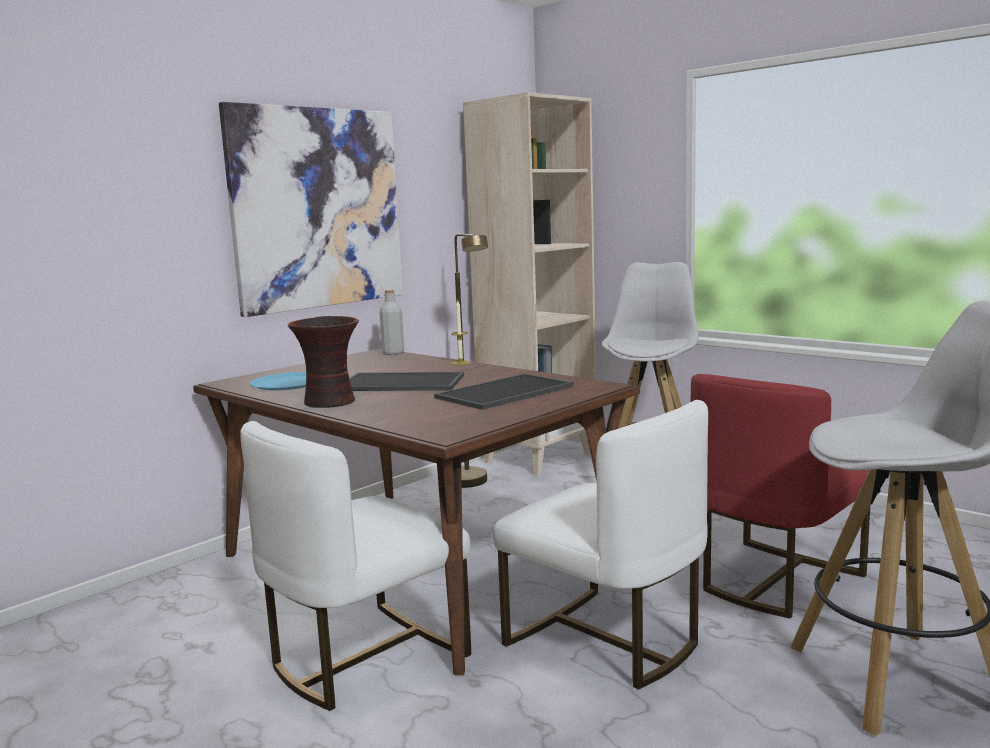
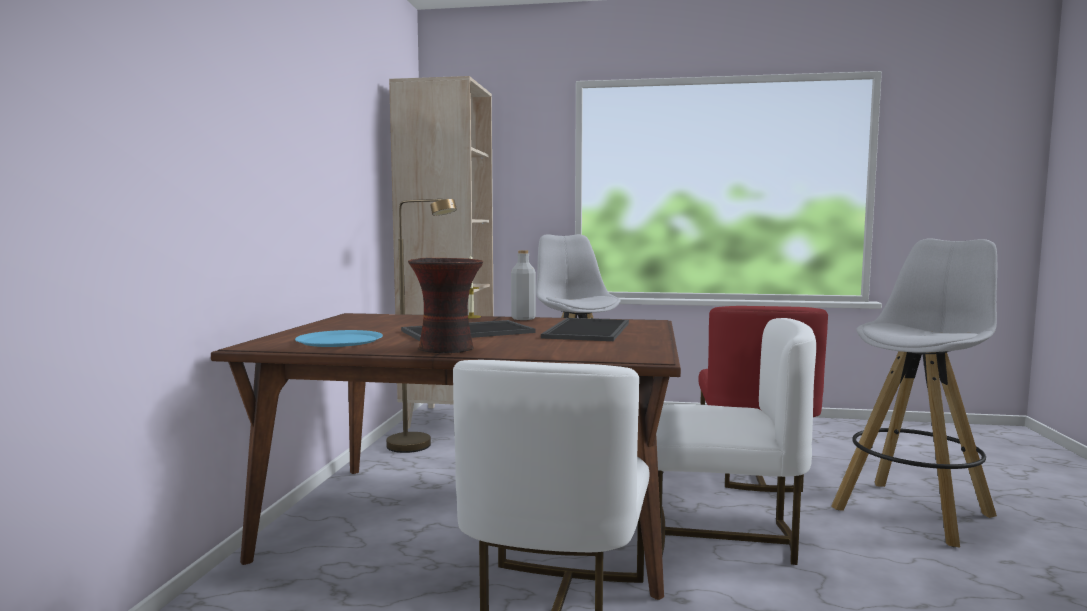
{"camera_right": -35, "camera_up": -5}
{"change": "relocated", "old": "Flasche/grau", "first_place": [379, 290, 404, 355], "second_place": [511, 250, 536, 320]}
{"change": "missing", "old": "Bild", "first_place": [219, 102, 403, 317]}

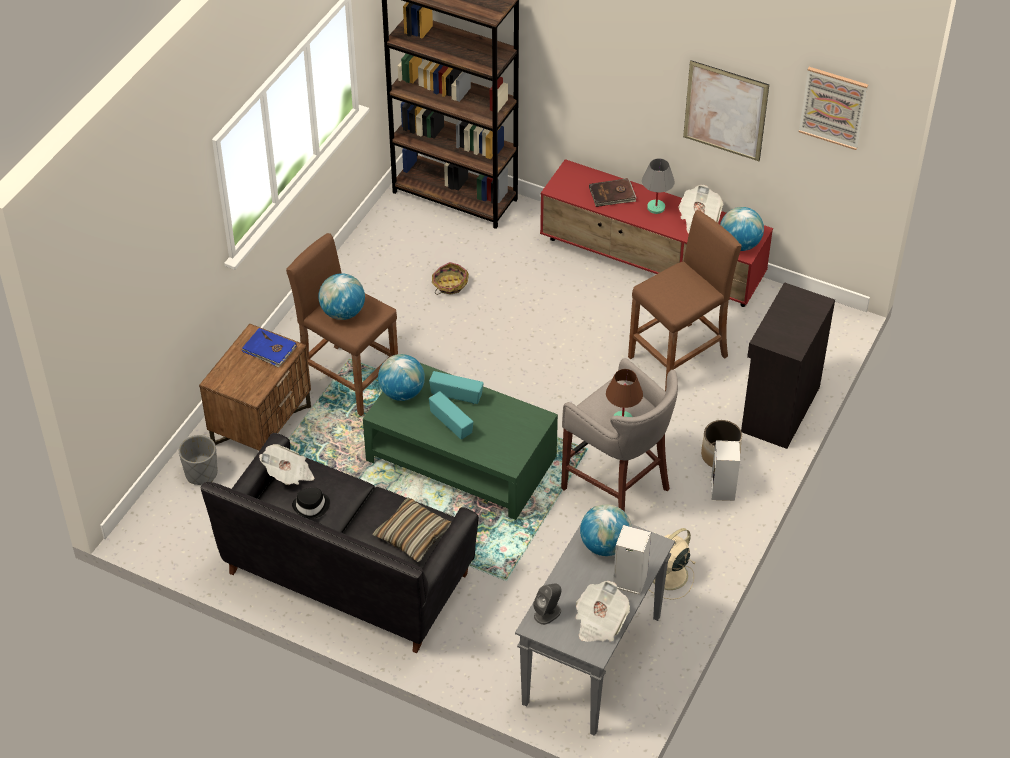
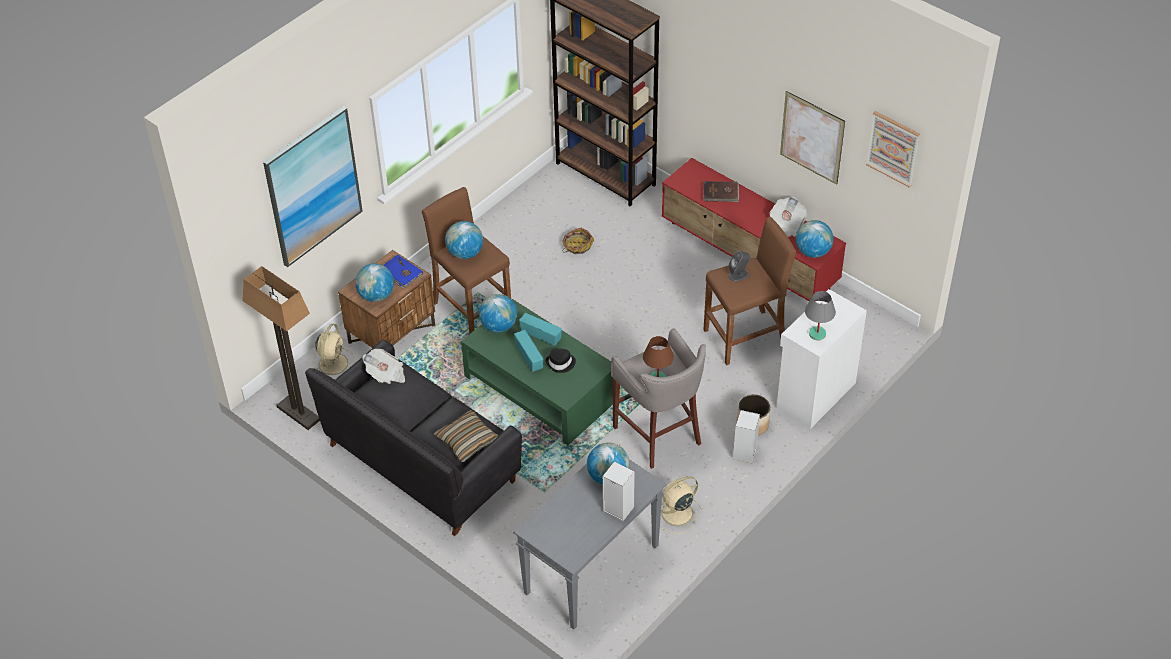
{"camera_right": 15, "camera_up": 0}
{"change": "appeared", "new": "Stehlampe", "second_place": [243, 266, 320, 430]}
{"change": "appeared", "new": "Bild", "second_place": [263, 106, 363, 267]}
{"change": "exchanged", "old": "Pflanzkübel/grau", "new": "Ventilator/beige", "first_place": [179, 435, 218, 485], "second_place": [313, 324, 355, 380]}
{"change": "appeared", "new": "Globus", "second_place": [355, 263, 394, 302]}
{"change": "relocated", "old": "Hut/schwarz", "first_place": [292, 487, 330, 519], "second_place": [545, 349, 576, 373]}
{"change": "relocated", "old": "Lautsprecher/grau", "first_place": [533, 583, 562, 625], "second_place": [728, 251, 750, 282]}
{"change": "colour", "old": "Schrank/schwarz", "new": "Schrank/weiß", "first_place": [741, 282, 835, 449], "second_place": [777, 289, 867, 429]}
{"change": "relocated", "old": "Tischlampe/grau", "first_place": [642, 158, 675, 214], "second_place": [805, 291, 836, 340]}
{"change": "missing", "old": "Zeitung", "first_place": [575, 581, 630, 642]}

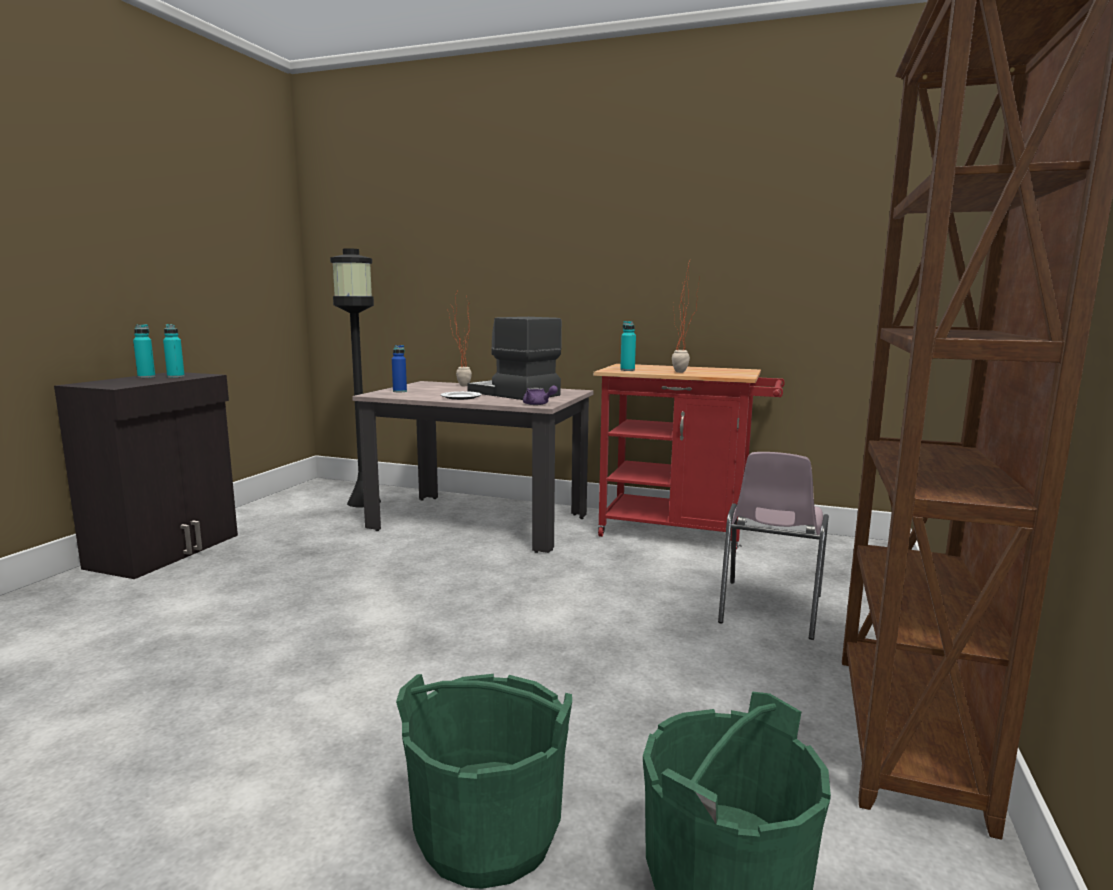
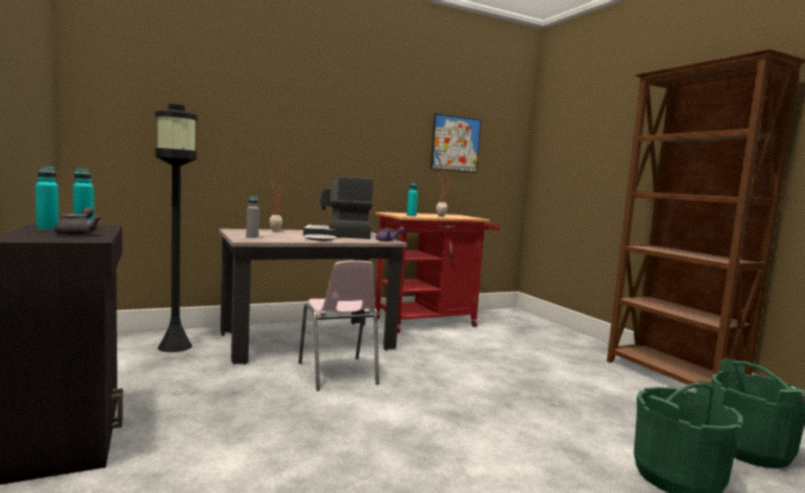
{"camera_right": -45, "camera_up": -5}
{"change": "appeared", "new": "Teekanne/grau", "second_place": [55, 207, 102, 236]}
{"change": "colour", "old": "Flasche/blau", "new": "Flasche/grau", "first_place": [392, 345, 407, 393], "second_place": [246, 196, 259, 238]}
{"change": "relocated", "old": "Stuhl/rosa", "first_place": [718, 452, 829, 640], "second_place": [298, 260, 379, 391]}
{"change": "appeared", "new": "Bild", "second_place": [431, 114, 481, 173]}

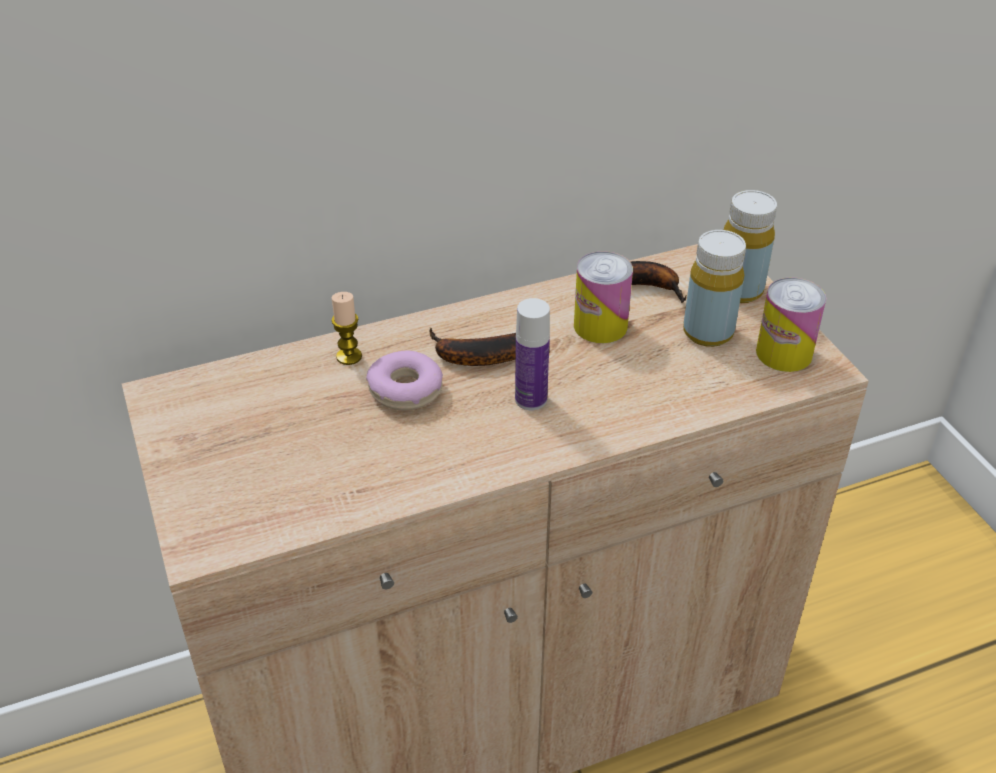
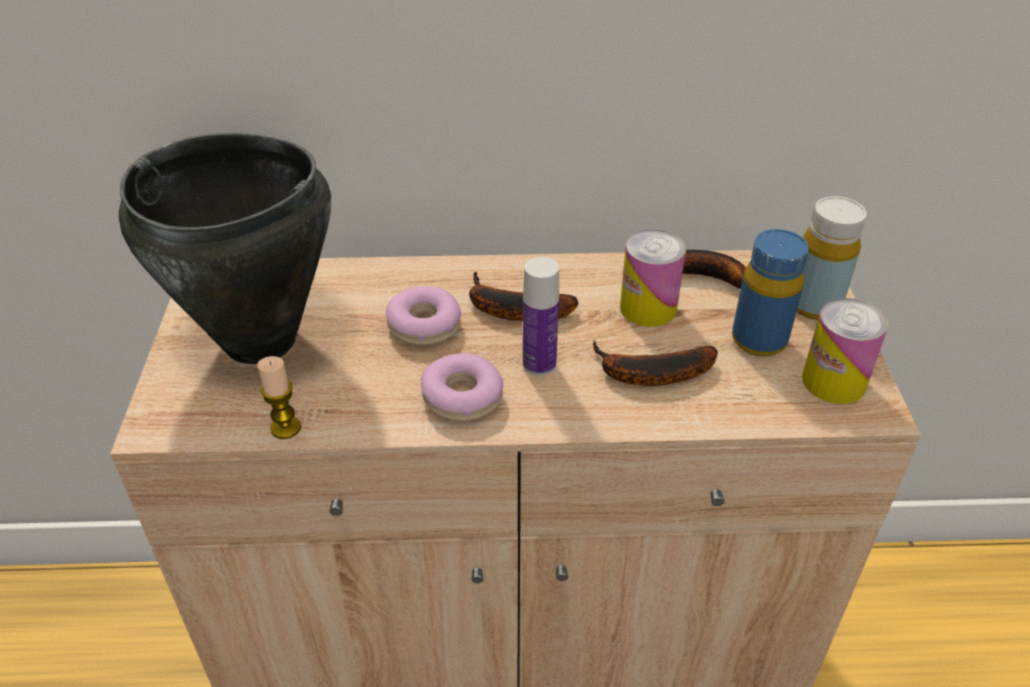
{"camera_right": 20, "camera_up": 0}
{"change": "appeared", "new": "Kochtopf/schwarz", "second_place": [119, 133, 331, 364]}
{"change": "relocated", "old": "Kerze", "first_place": [331, 292, 362, 365], "second_place": [257, 356, 301, 439]}
{"change": "appeared", "new": "Donut", "second_place": [420, 353, 503, 421]}
{"change": "appeared", "new": "Banane", "second_place": [593, 340, 718, 386]}
{"change": "colour", "old": "Flasche/gelb", "new": "Flasche/blau", "first_place": [683, 230, 746, 347], "second_place": [732, 229, 809, 357]}

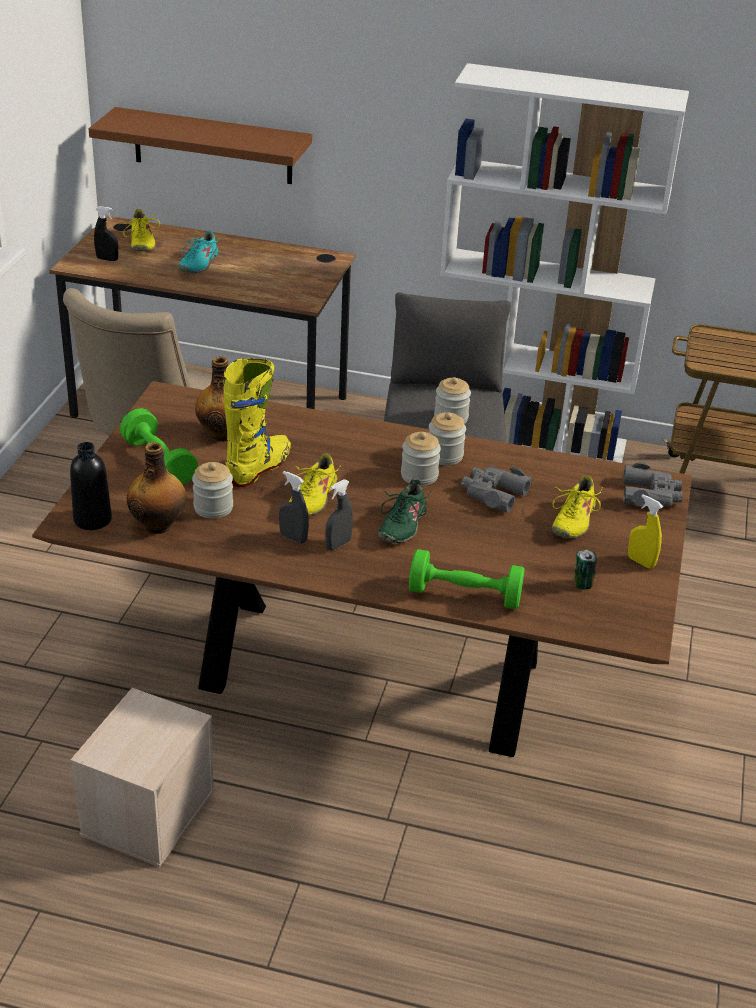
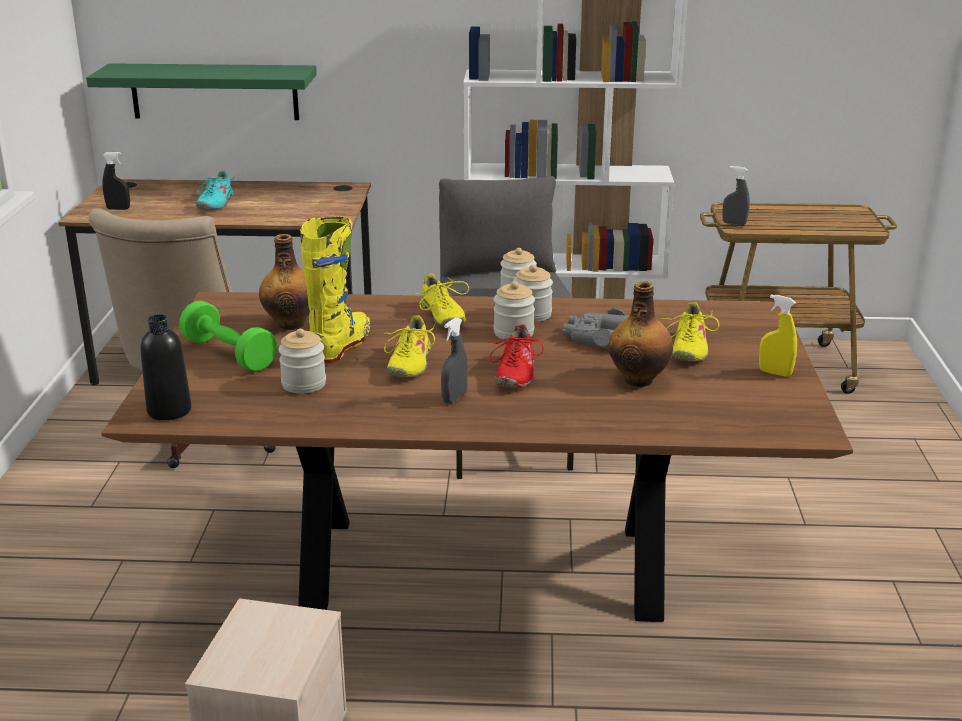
{"camera_right": -10, "camera_up": -10}
{"change": "colour", "old": "Wandregal/braun", "new": "Wandregal/grün", "first_place": [89, 107, 312, 184], "second_place": [86, 63, 317, 120]}
{"change": "relocated", "old": "Schuh/gelb", "first_place": [120, 209, 160, 251], "second_place": [409, 273, 469, 327]}
{"change": "colour", "old": "Schuh/grün", "new": "Schuh/rot", "first_place": [378, 478, 432, 543], "second_place": [488, 324, 544, 388]}
{"change": "relocated", "old": "Flasche", "first_place": [127, 442, 186, 534], "second_place": [609, 281, 673, 387]}
{"change": "relocated", "old": "Sprühflasche/grau", "first_place": [279, 471, 309, 544], "second_place": [722, 166, 750, 225]}
{"change": "missing", "old": "Hantel/grün", "first_place": [409, 549, 525, 609]}
{"change": "missing", "old": "Dose", "first_place": [574, 550, 597, 589]}
{"change": "missing", "old": "Fernglas/grau", "first_place": [623, 462, 683, 507]}

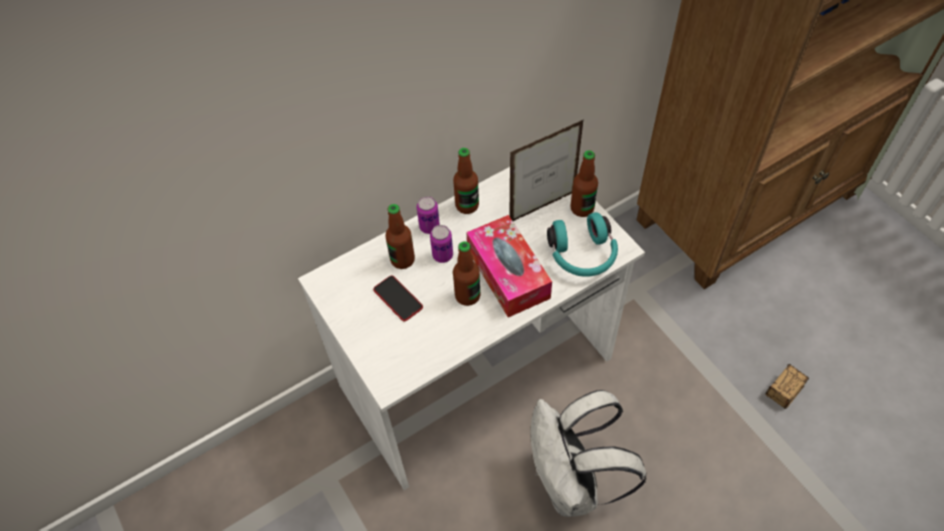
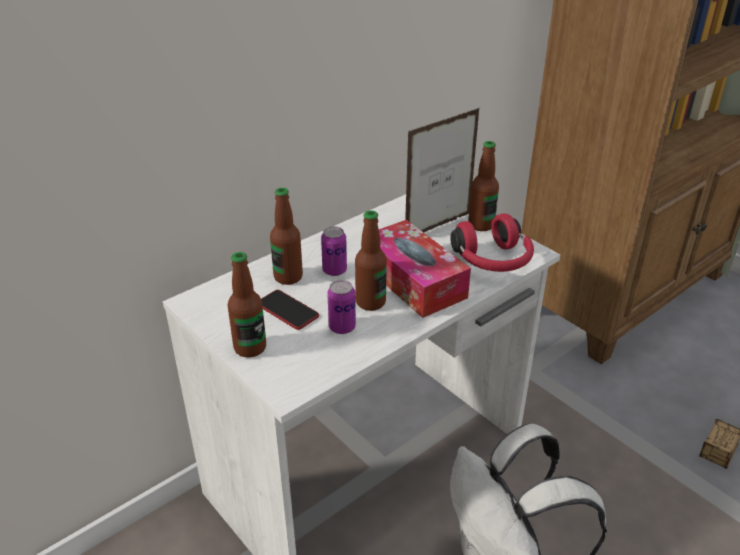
{"camera_right": -10, "camera_up": -20}
{"change": "relocated", "old": "Flasche", "first_place": [453, 148, 479, 214], "second_place": [228, 252, 266, 358]}
{"change": "relocated", "old": "Dose", "first_place": [417, 196, 440, 234], "second_place": [327, 280, 356, 334]}
{"change": "colour", "old": "Kopfhörer/türkis", "new": "Kopfhörer/rot", "first_place": [547, 212, 618, 277], "second_place": [450, 213, 534, 272]}

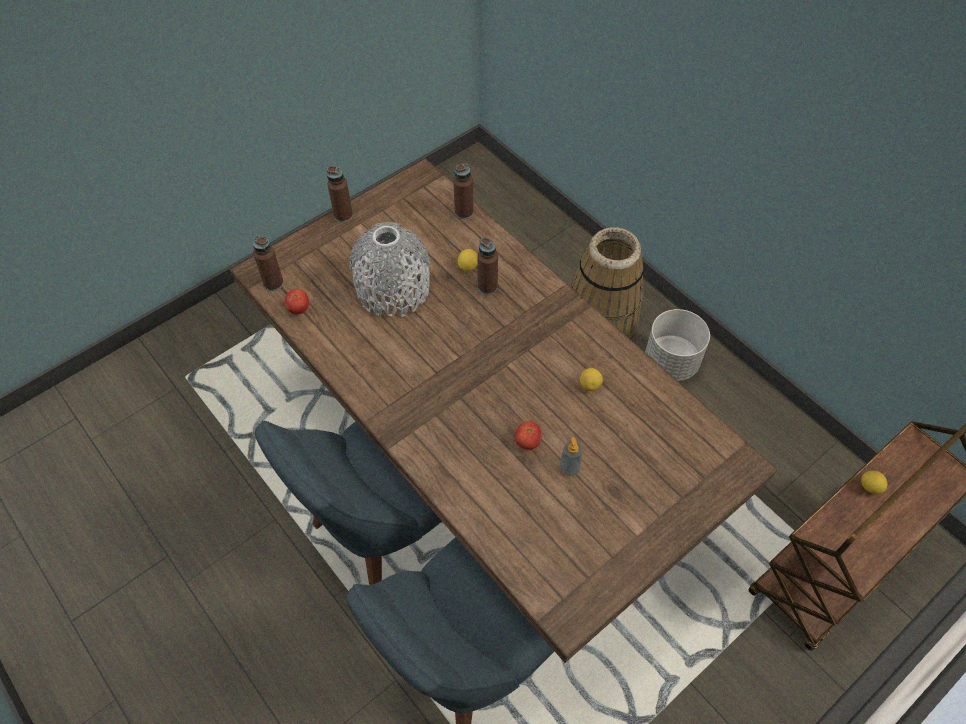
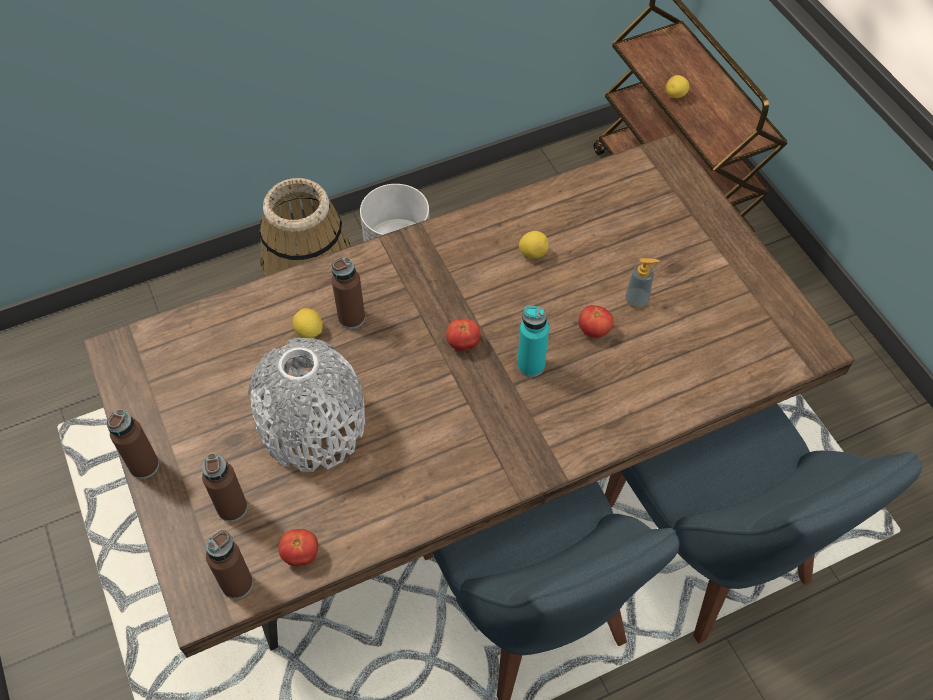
{"camera_right": -75, "camera_up": 0}
{"change": "relocated", "old": "Flasche/braun", "first_place": [454, 163, 473, 219], "second_place": [201, 453, 248, 522]}
{"change": "appeared", "new": "Tomate", "second_place": [446, 319, 481, 351]}
{"change": "appeared", "new": "Flasche/türkis", "second_place": [517, 306, 549, 377]}

